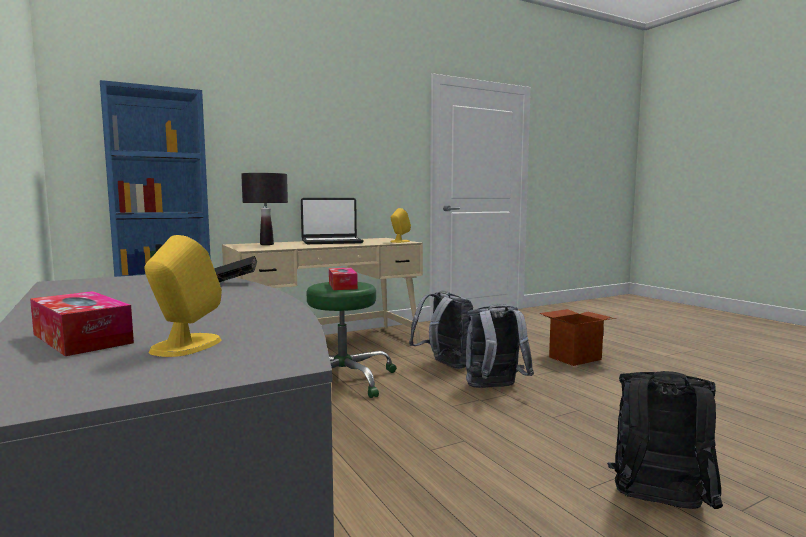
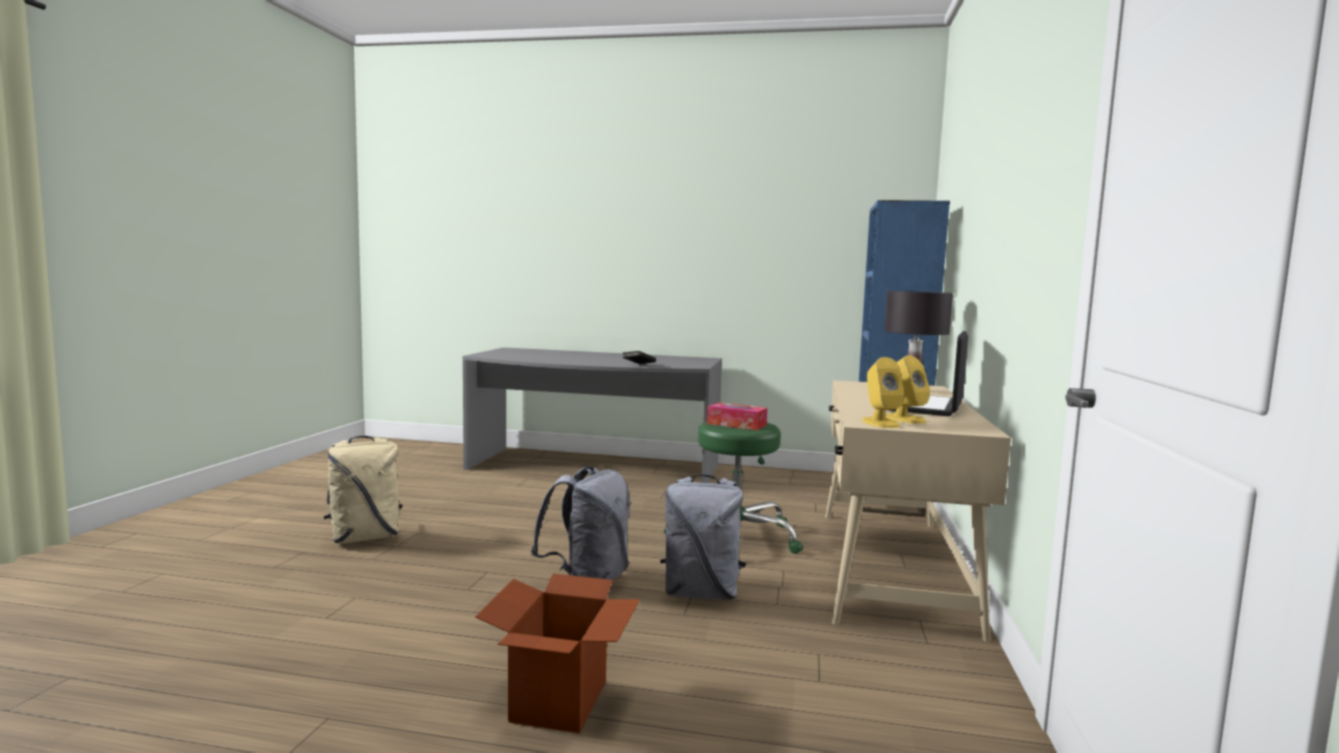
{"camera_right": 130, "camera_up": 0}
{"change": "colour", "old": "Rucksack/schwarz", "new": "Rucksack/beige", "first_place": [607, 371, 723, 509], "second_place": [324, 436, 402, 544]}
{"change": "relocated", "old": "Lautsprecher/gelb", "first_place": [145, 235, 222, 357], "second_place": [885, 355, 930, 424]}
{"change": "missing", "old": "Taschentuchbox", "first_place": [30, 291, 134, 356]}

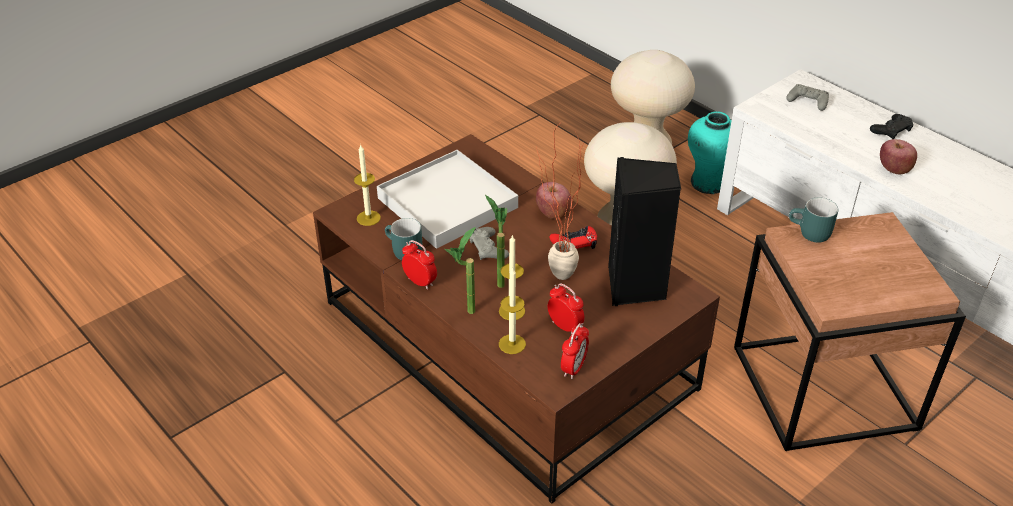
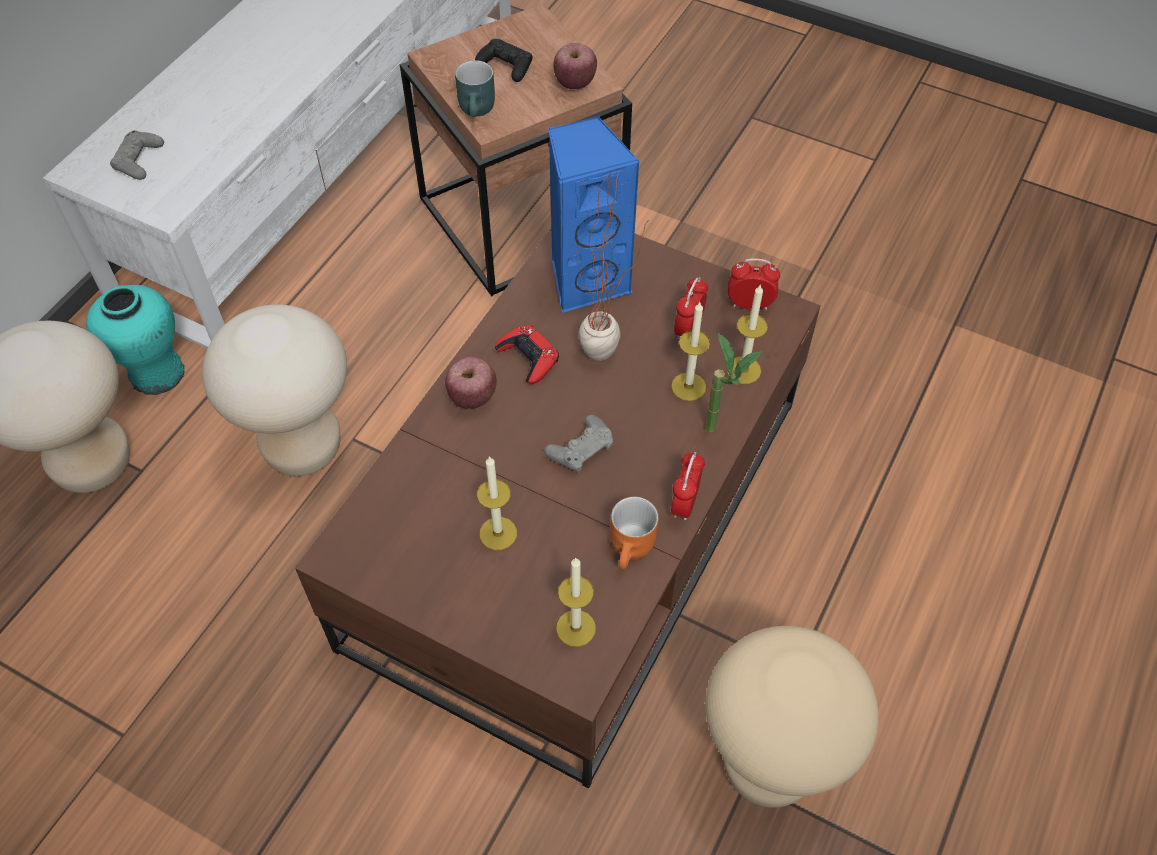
{"camera_right": -110, "camera_up": 15}
{"change": "relocated", "old": "Gamepad/schwarz", "first_place": [870, 114, 913, 139], "second_place": [475, 39, 533, 82]}
{"change": "exchanged", "old": "Tablett/weiß", "new": "Kerze", "first_place": [377, 150, 518, 249], "second_place": [477, 456, 517, 550]}
{"change": "colour", "old": "Lautsprecher/schwarz", "new": "Lautsprecher/blau", "first_place": [608, 157, 681, 306], "second_place": [548, 116, 640, 313]}
{"change": "relocated", "old": "Apfel", "first_place": [880, 139, 917, 174], "second_place": [554, 43, 597, 89]}
{"change": "colour", "old": "Henkelbecher/türkis", "new": "Henkelbecher/orange", "first_place": [385, 218, 422, 260], "second_place": [610, 497, 659, 569]}
{"change": "appeared", "new": "Hocker/beige", "second_place": [706, 626, 879, 808]}
{"change": "missing", "old": "Topfpflanze", "first_place": [485, 195, 507, 288]}

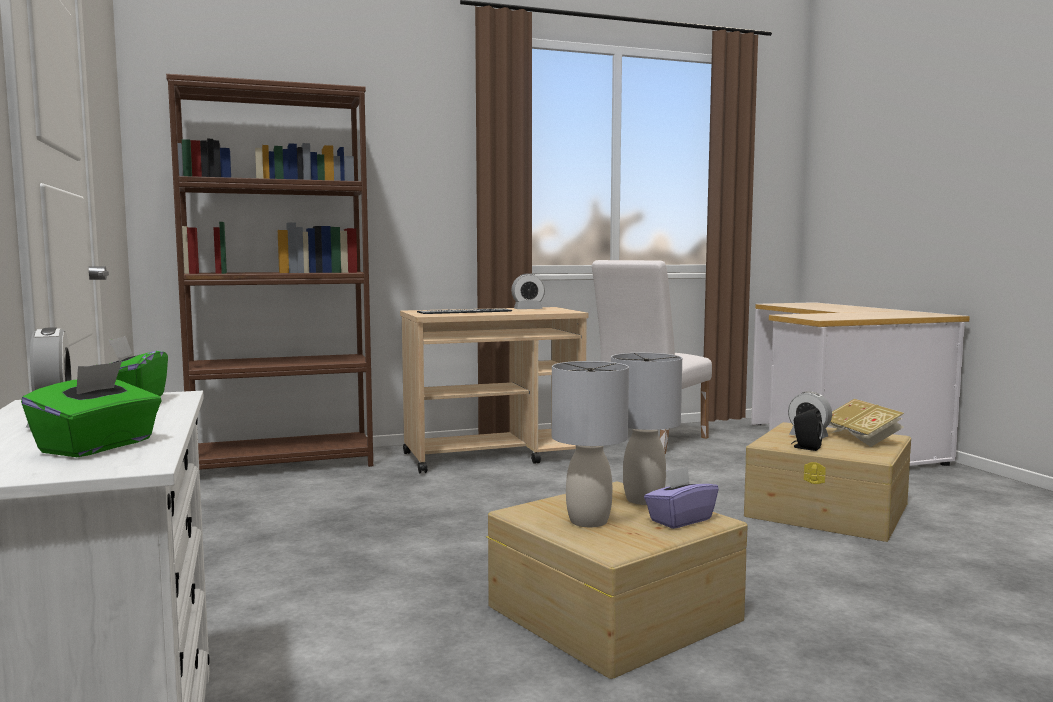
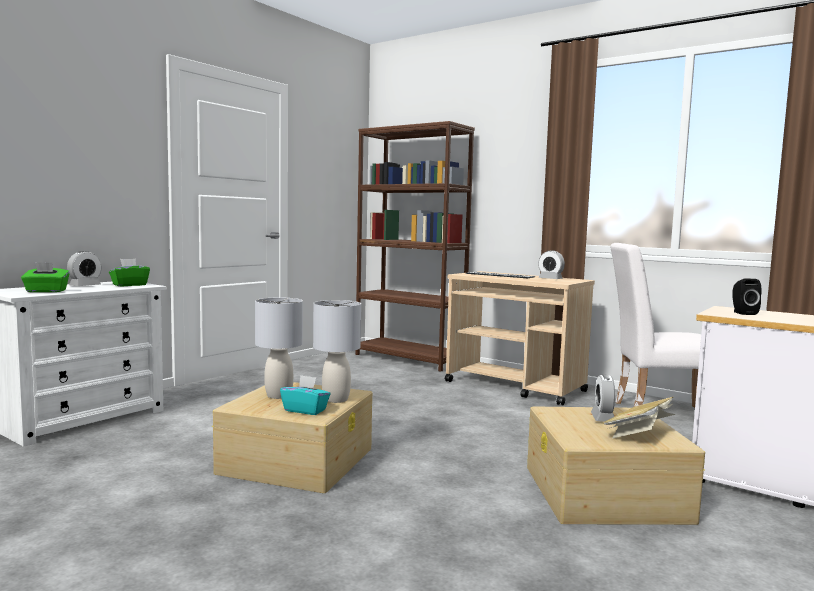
{"camera_right": 55, "camera_up": 0}
{"change": "colour", "old": "Taschentuchbox/lila", "new": "Taschentuchbox/türkis", "first_place": [644, 467, 719, 529], "second_place": [280, 375, 330, 415]}
{"change": "relocated", "old": "Lautsprecher/schwarz", "first_place": [791, 408, 823, 451], "second_place": [732, 279, 762, 315]}

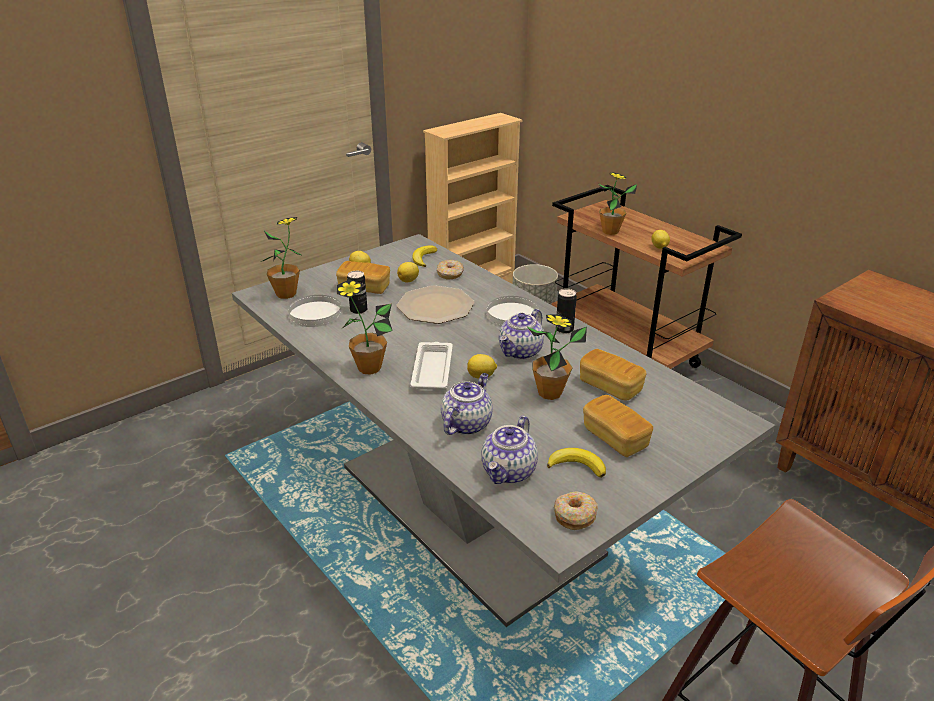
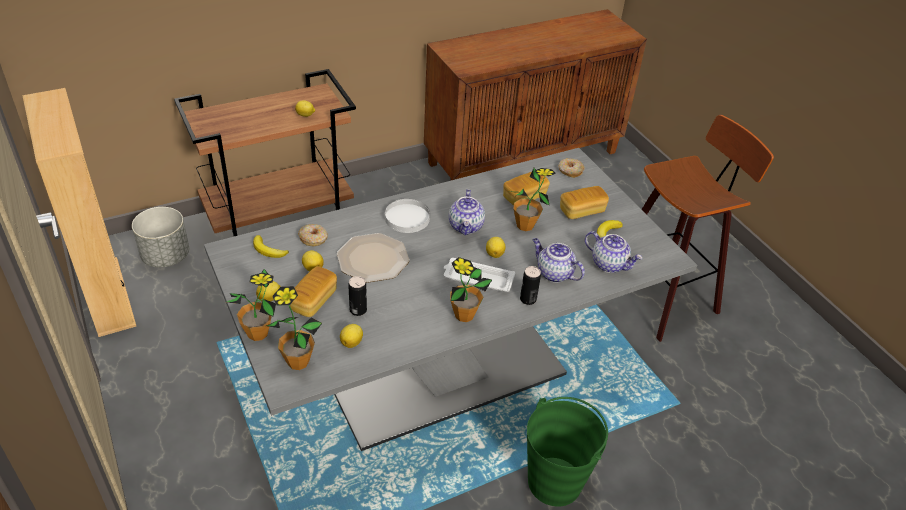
{"camera_right": -80, "camera_up": 10}
{"change": "relocated", "old": "Topfpflanze", "first_place": [598, 172, 637, 235], "second_place": [227, 269, 276, 341]}
{"change": "exchanged", "old": "Teller/weiß", "new": "Zitrone", "first_place": [288, 295, 341, 327], "second_place": [340, 324, 363, 348]}
{"change": "spun", "old": "Teekanne", "first_place": [499, 309, 544, 360], "second_place": [449, 189, 485, 235], "degrees": 45}
{"change": "relocated", "old": "Dose", "first_place": [556, 288, 577, 334], "second_place": [520, 266, 541, 305]}
{"change": "appeared", "new": "Eimer/grün", "second_place": [527, 397, 608, 506]}
{"change": "relocated", "old": "Donut", "first_place": [554, 491, 598, 530], "second_place": [559, 158, 585, 178]}

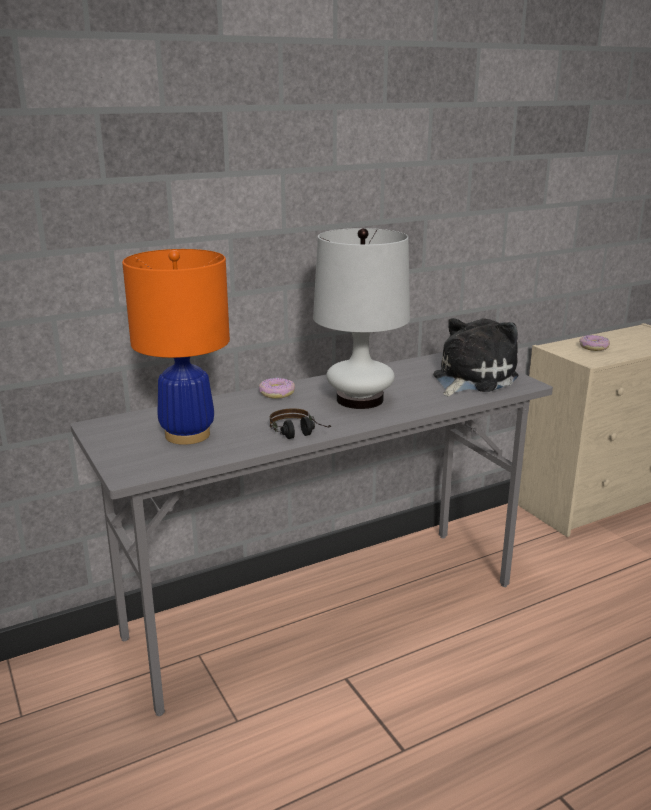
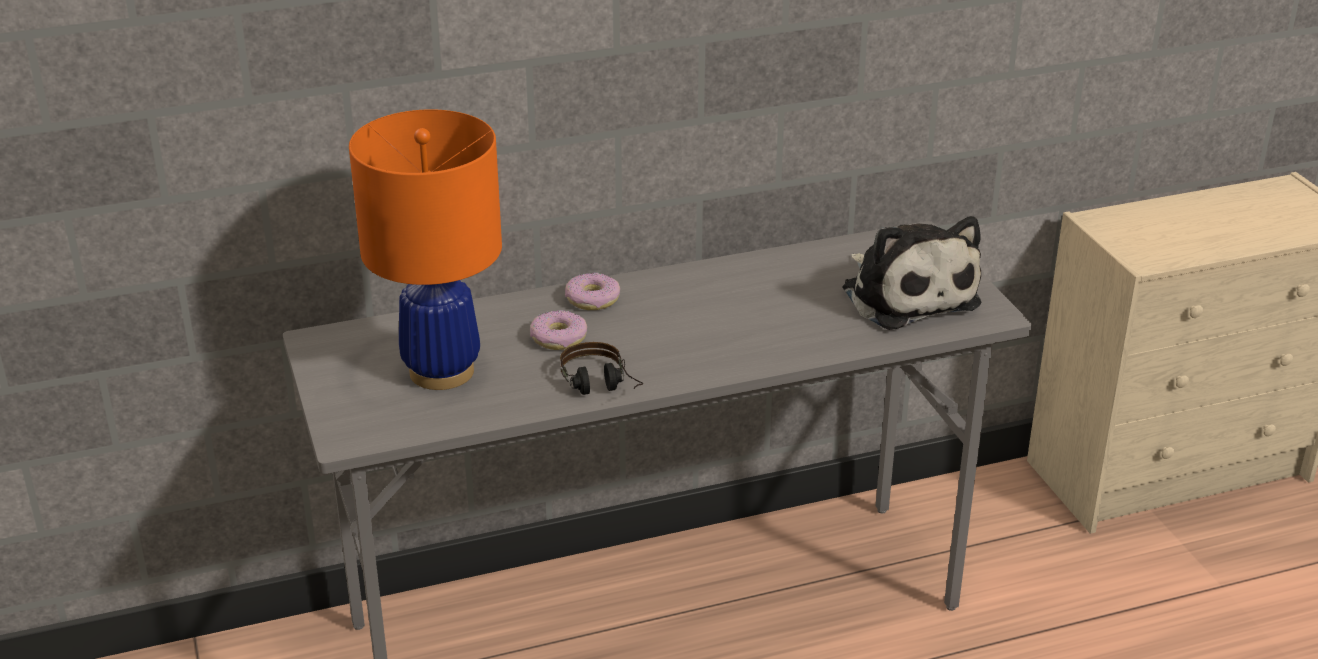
{"camera_right": 10, "camera_up": 10}
{"change": "relocated", "old": "Donut", "first_place": [579, 335, 610, 351], "second_place": [530, 310, 587, 350]}
{"change": "spun", "old": "Plüschtier", "first_place": [433, 318, 519, 396], "second_place": [842, 216, 981, 330], "degrees": 105}
{"change": "missing", "old": "Tischlampe/weiß", "first_place": [313, 228, 410, 409]}

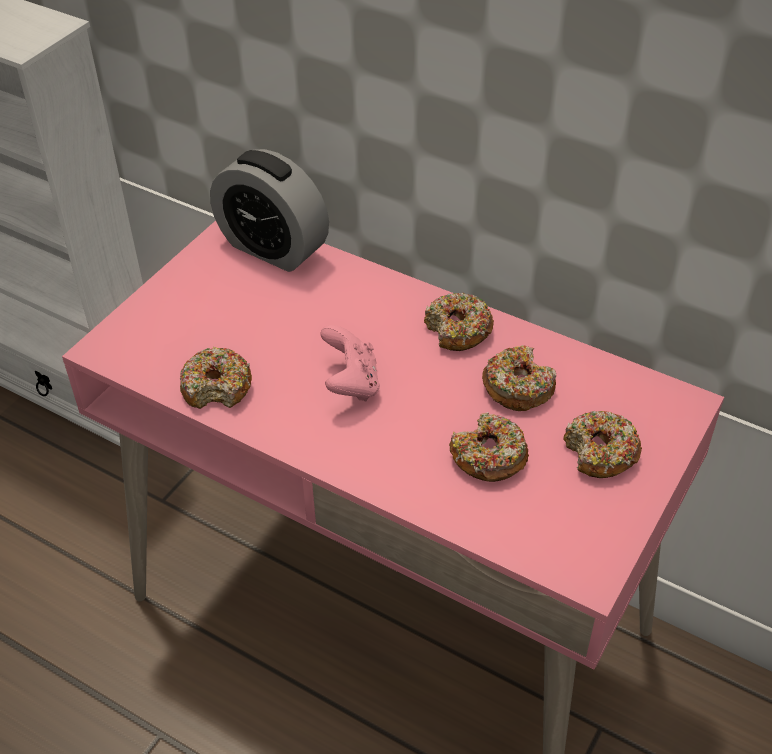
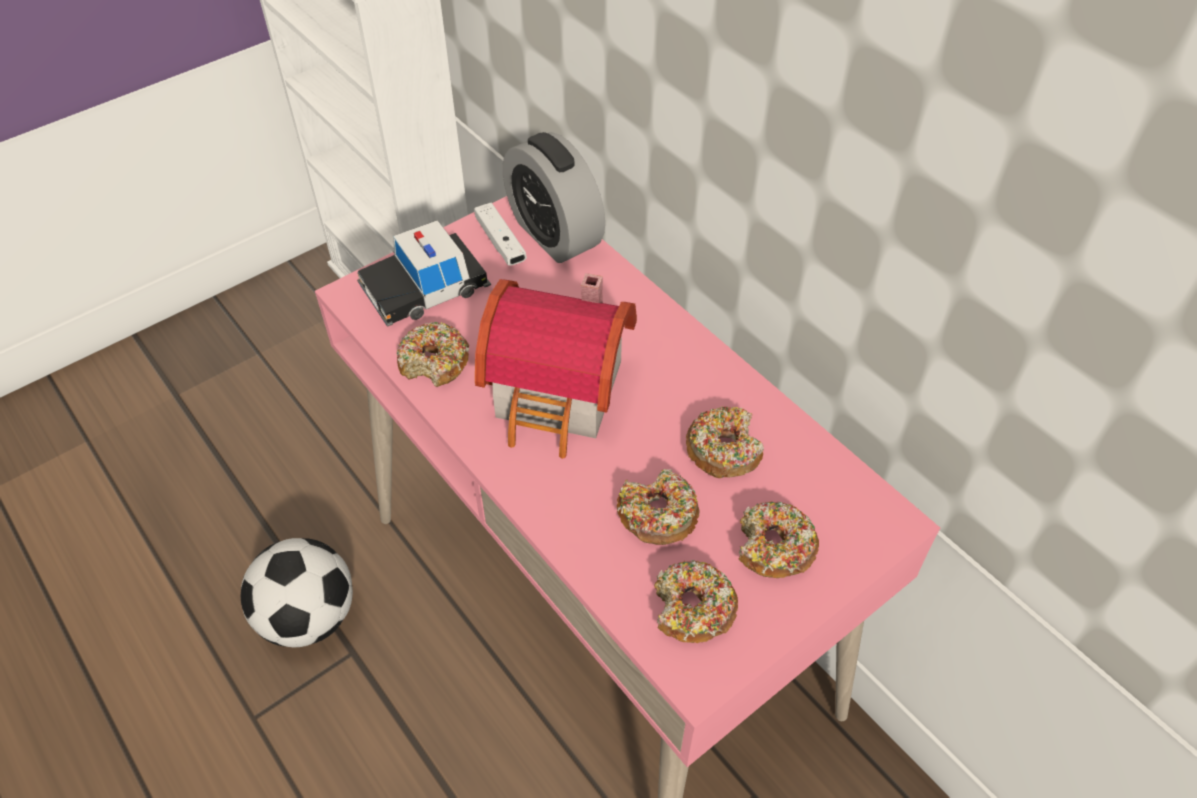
{"camera_right": 20, "camera_up": 5}
{"change": "appeared", "new": "Fußball", "second_place": [241, 538, 353, 647]}
{"change": "appeared", "new": "Spielzeugauto", "second_place": [357, 220, 491, 327]}
{"change": "appeared", "new": "Gamepad/weiß", "second_place": [474, 203, 527, 266]}
{"change": "exchanged", "old": "Gamepad/rosa", "new": "Spielzeughaus", "first_place": [320, 325, 380, 401], "second_place": [475, 273, 637, 459]}
{"change": "relocated", "old": "Donut", "first_place": [424, 293, 494, 351], "second_place": [654, 560, 738, 643]}

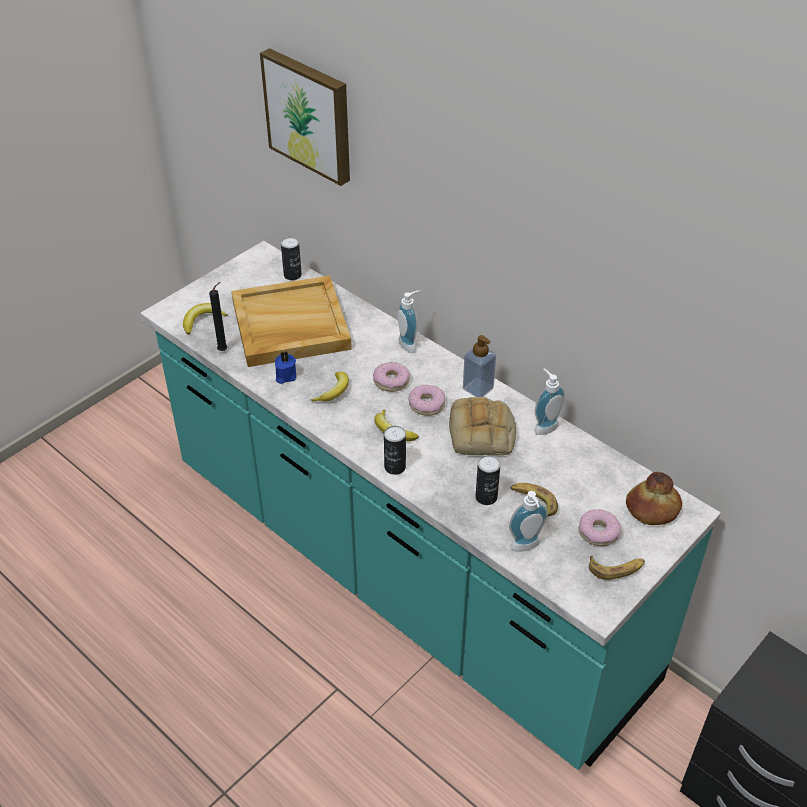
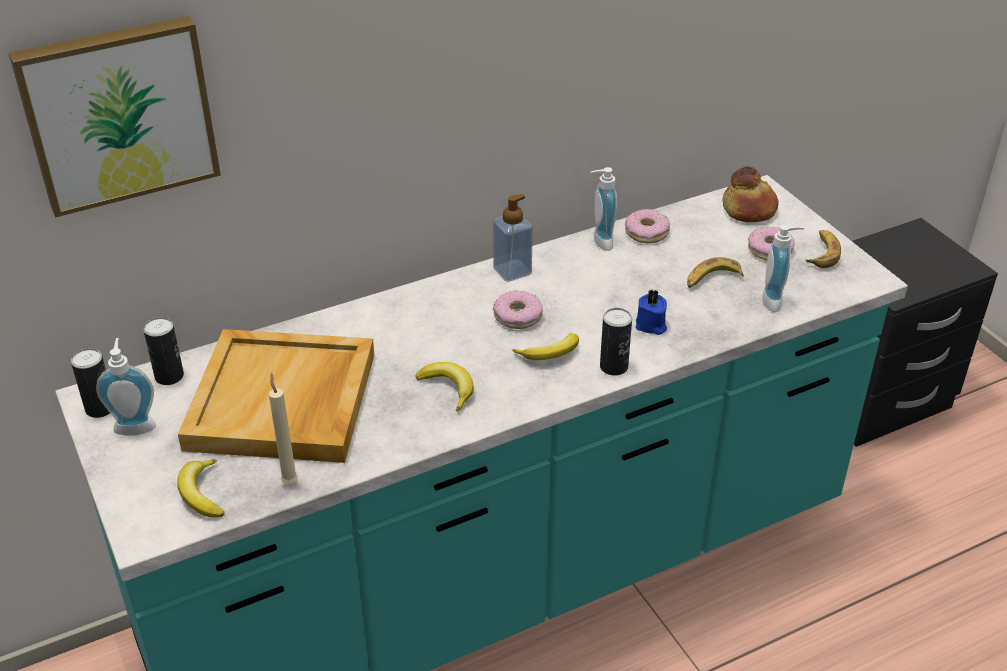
{"camera_right": -70, "camera_up": -5}
{"change": "relocated", "old": "Dose", "first_place": [475, 455, 501, 505], "second_place": [71, 348, 110, 418]}
{"change": "relocated", "old": "Seifenspender", "first_place": [397, 290, 420, 353], "second_place": [96, 338, 156, 435]}
{"change": "colour", "old": "Kerze/schwarz", "new": "Kerze/beige", "first_place": [209, 282, 228, 351], "second_place": [269, 373, 298, 484]}
{"change": "relocated", "old": "Donut", "first_place": [373, 362, 410, 392], "second_place": [625, 209, 670, 243]}
{"change": "relocated", "old": "Kerze/blau", "first_place": [275, 351, 296, 384], "second_place": [635, 289, 667, 335]}
{"change": "missing", "old": "Brot", "first_place": [449, 397, 516, 456]}

